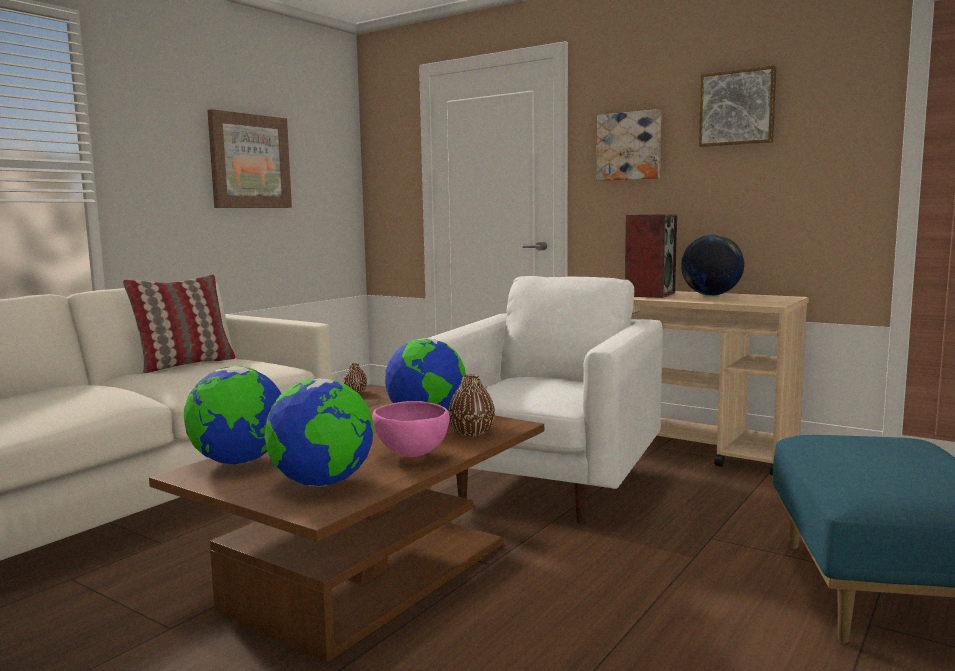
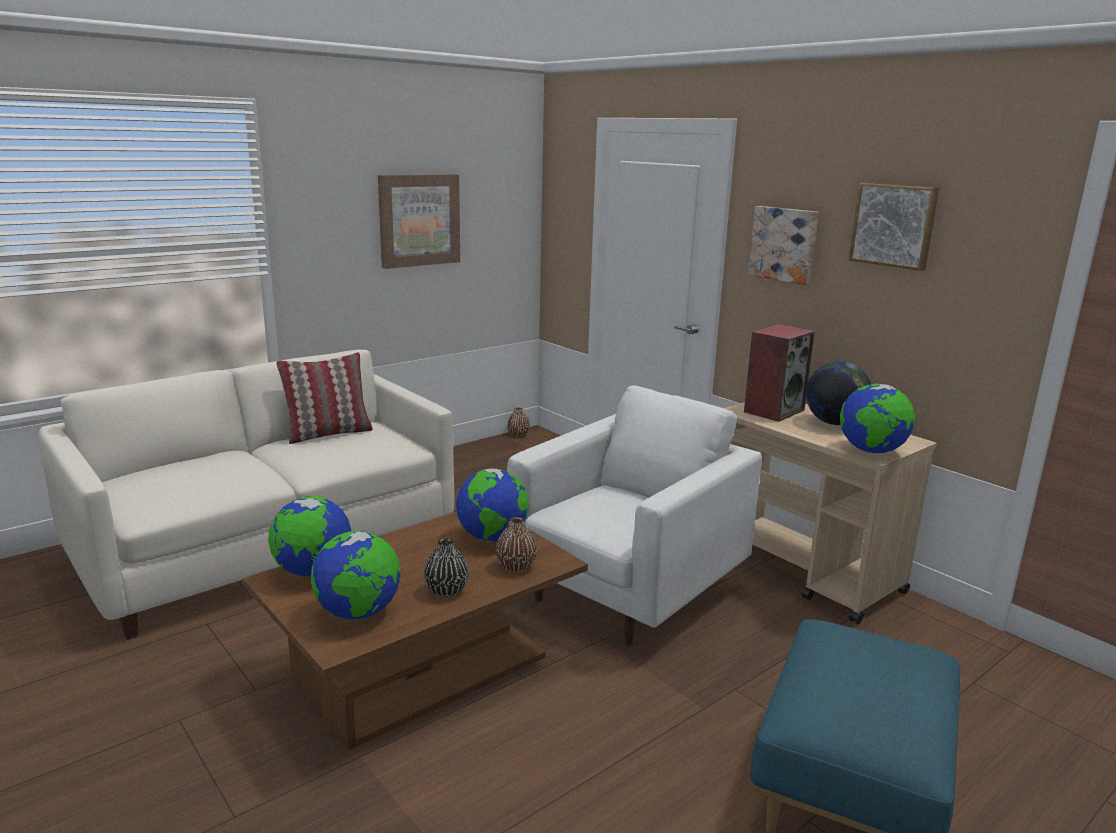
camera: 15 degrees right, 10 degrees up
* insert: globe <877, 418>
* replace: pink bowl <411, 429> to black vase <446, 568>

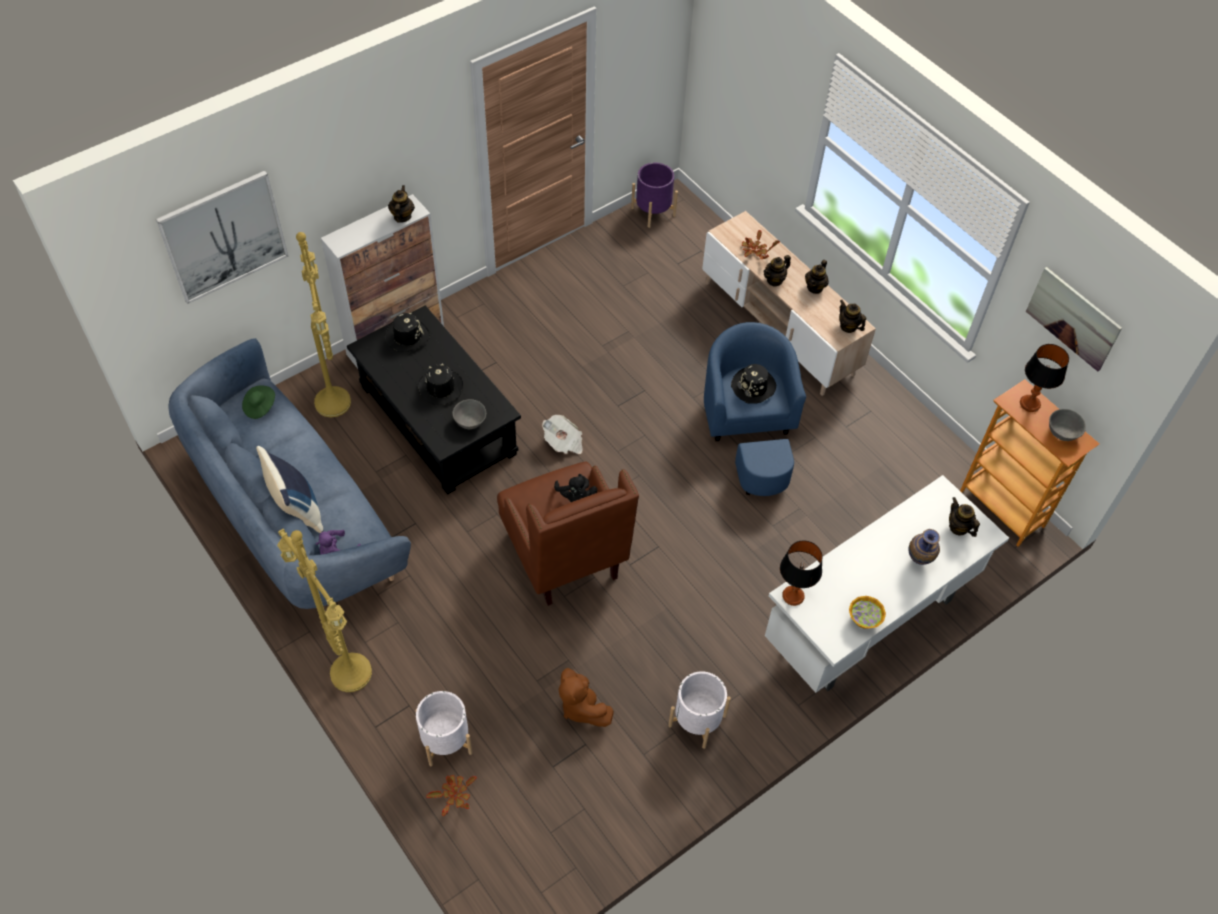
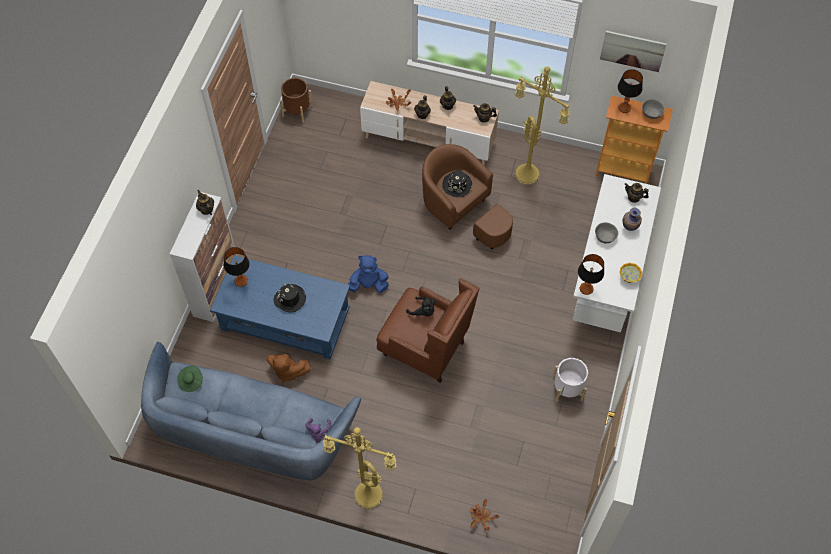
camera: 35 degrees left, 5 degrees up
* delete: picture <222, 237>
* delete: blue pillow <290, 489>
* delete: white planter <443, 728>
* move: yellow floor lamp <323, 324> to <542, 125>
* move: grey bowl <469, 414> to <606, 233>
* move: brown plush toy <586, 697> to <289, 368>
* replace: black hat <407, 332> to table lamp <237, 267>
* replace: newspaper <562, 434> to blue plush toy <368, 274>
* recolor: black coffee table <434, 400> to blue coffee table <280, 307>
* recolor: purple planter <654, 195> to brown planter <296, 100>
* recolor: blue armchair <755, 409> to brown armchair <467, 196>

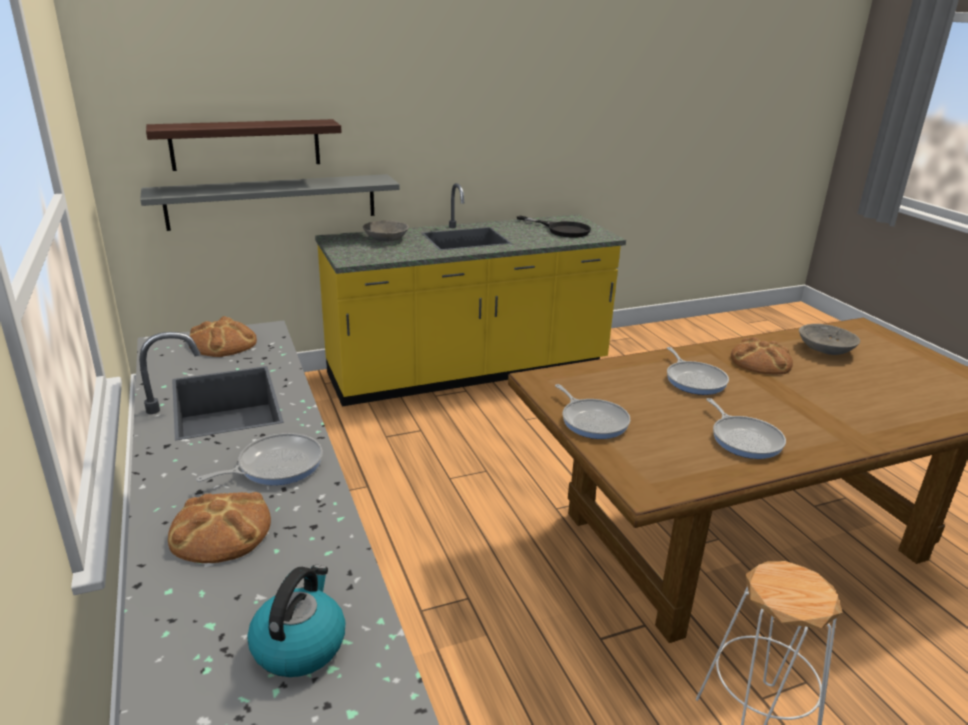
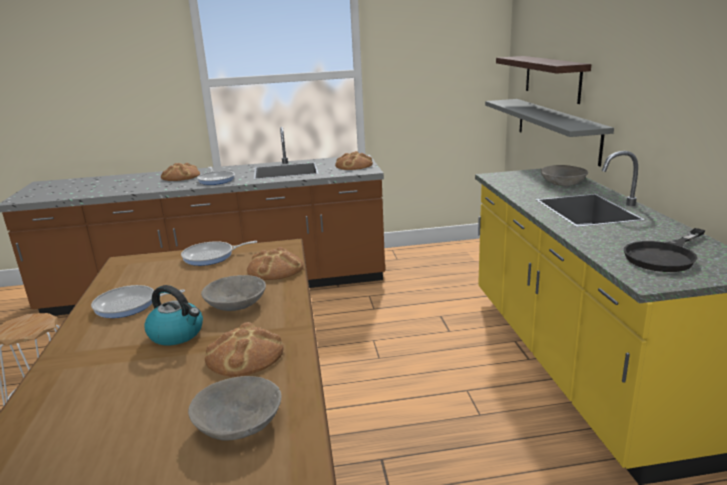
camera: 105 degrees right, 5 degrees down
* insert: bread <275, 263>
* move: kettle <296, 621> to <173, 315>
* replace: frying pan <698, 371> to grey bowl <233, 293>

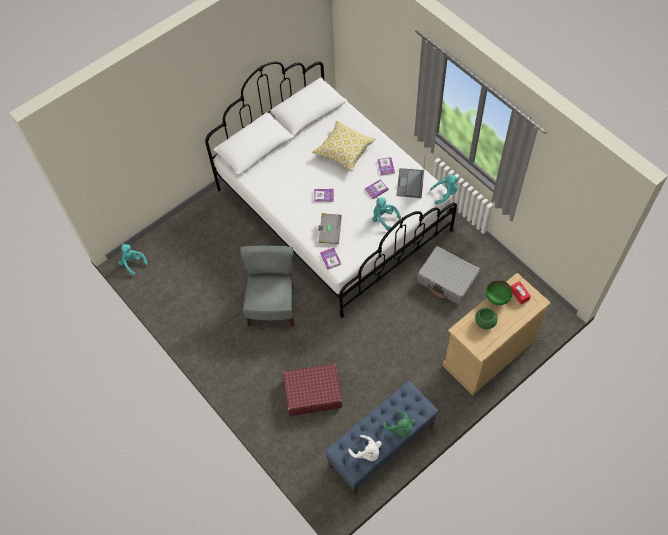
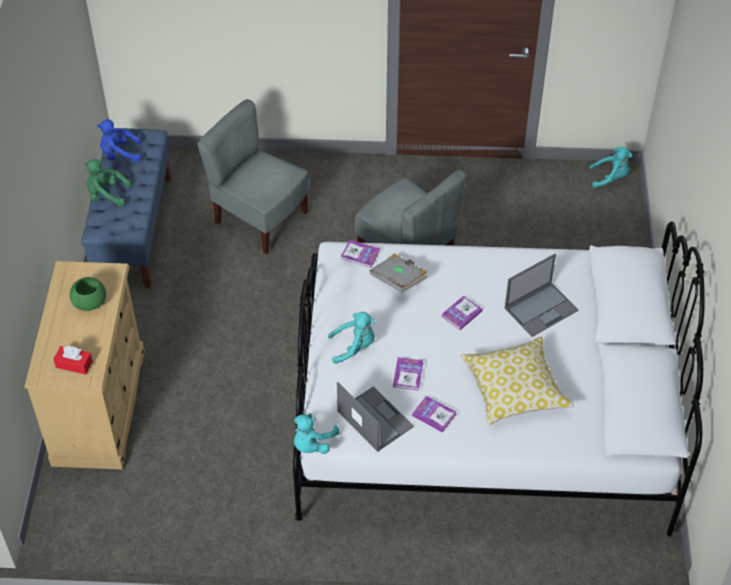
camera: 130 degrees right, 10 degrees down
* delete: grey suitcase <448, 275>
* delete: green bowl <499, 292>
* insert: laptop <541, 295>
* replace: red suitcase <312, 389> to grey chair <253, 176>
* recolor: white plush toy <365, 448> to blue plush toy <119, 140>

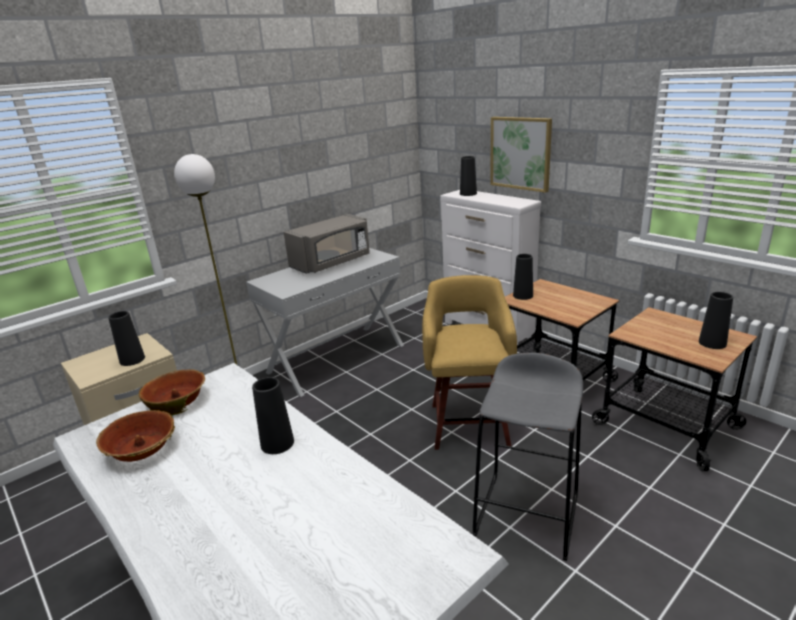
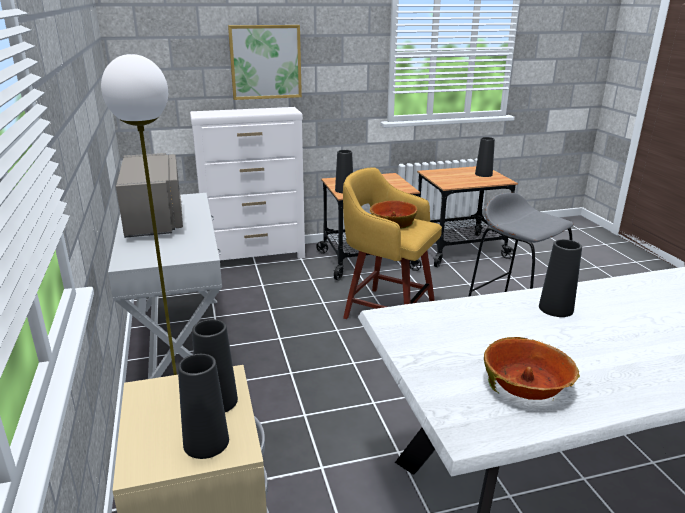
camera: 65 degrees left, 0 degrees up
* move: bowl <173, 392> to <394, 214>
* move: black vase <468, 176> to <203, 406>

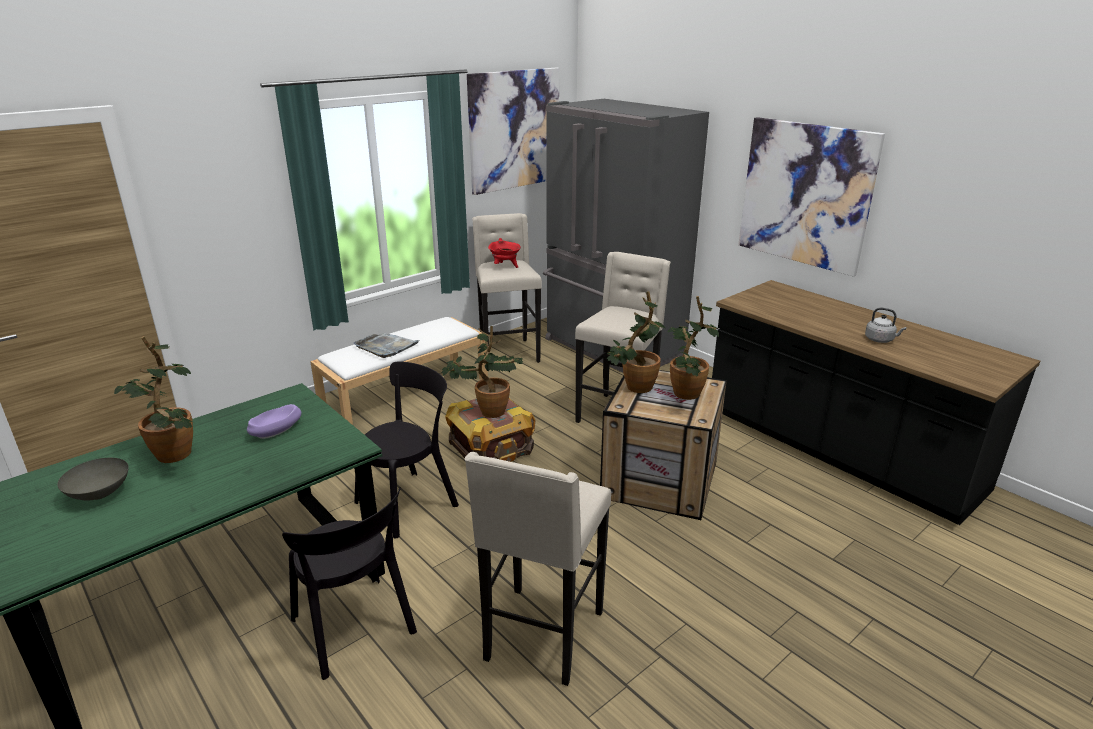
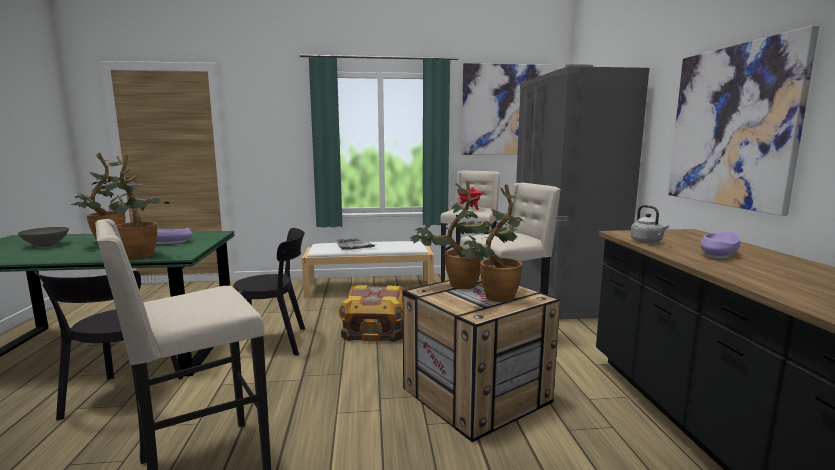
camera: 35 degrees right, 15 degrees down
* insert: purple bowl <720, 245>
* move: potted plant <482, 372> to <134, 207>
* move: grey kettle <886, 325> to <649, 224>

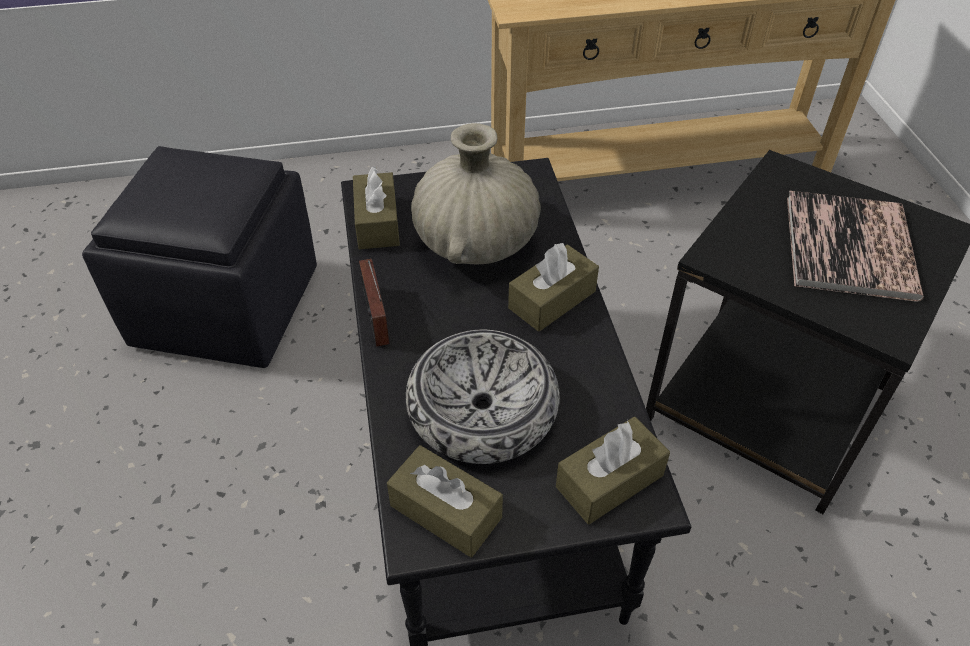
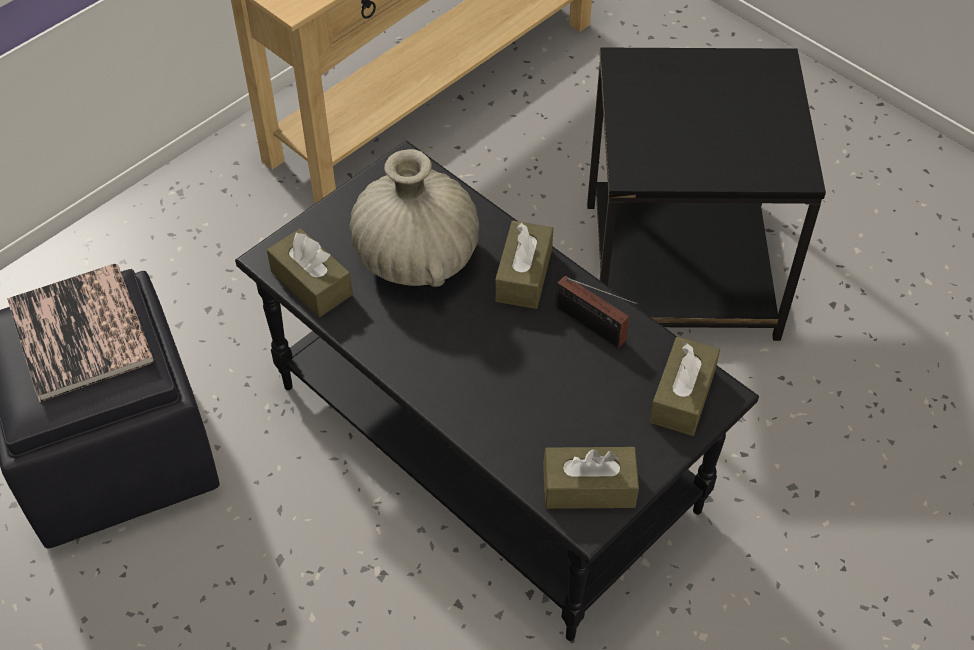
camera: 35 degrees left, 5 degrees up
* delete: bowl <483, 397>
* move: radio <374, 303> to <596, 312>
* move: book <855, 246> to <80, 333>

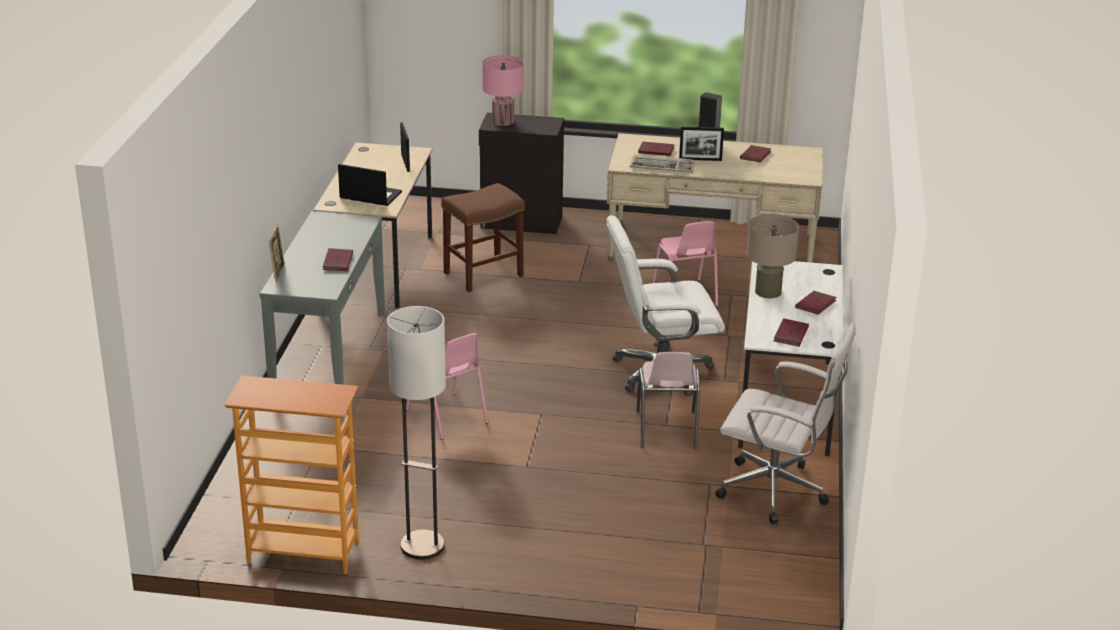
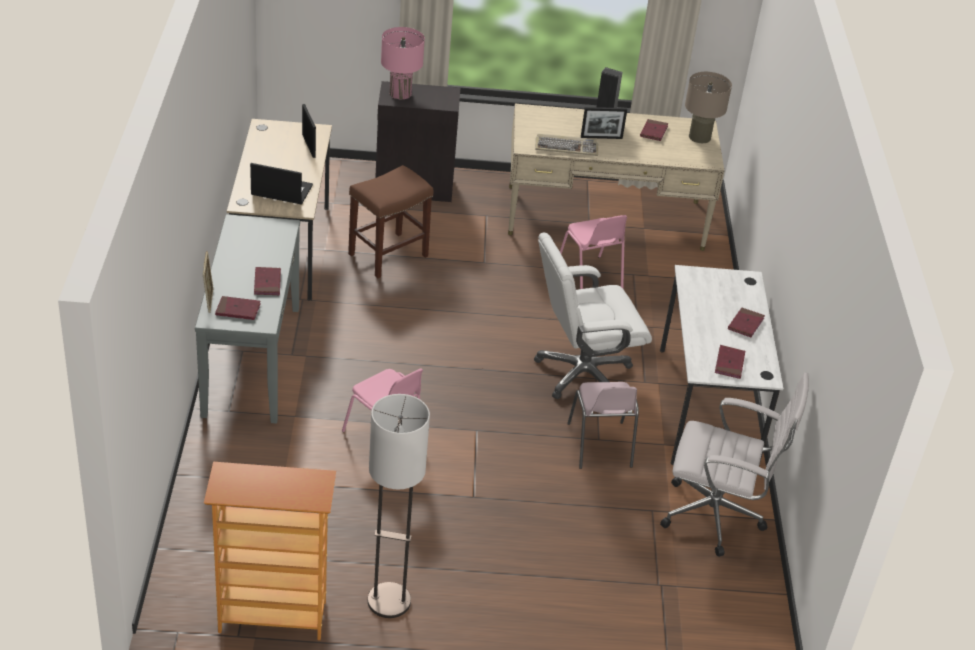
camera: 10 degrees left, 10 degrees up
* move: red book <656, 149> to <238, 308>
* move: beige table lamp <773, 256> to <708, 107>

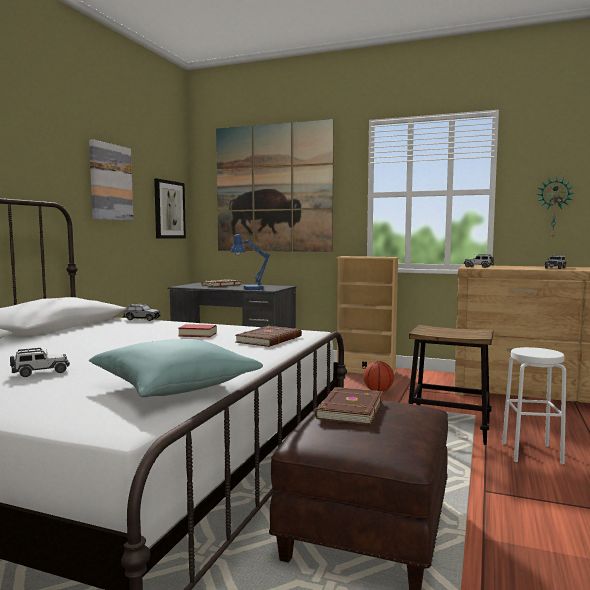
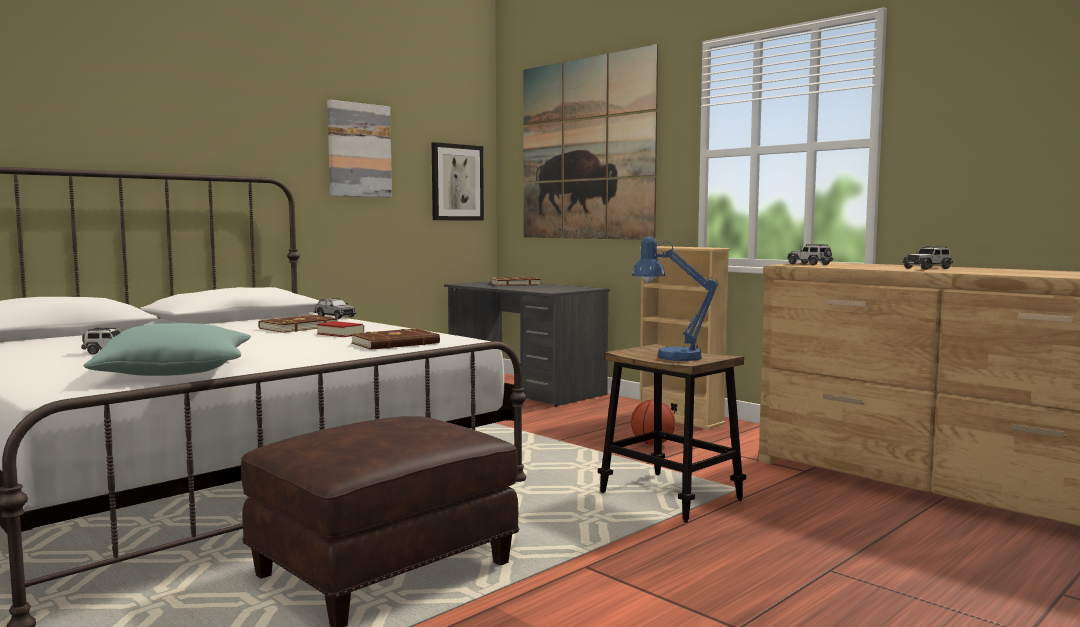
camera: 25 degrees right, 0 degrees up
* delete: white stool <534, 406>
* delete: wall clock <555, 207>
* move: blue table lamp <250, 262> to <675, 298>
* move: brown book <349, 406> to <298, 324>

